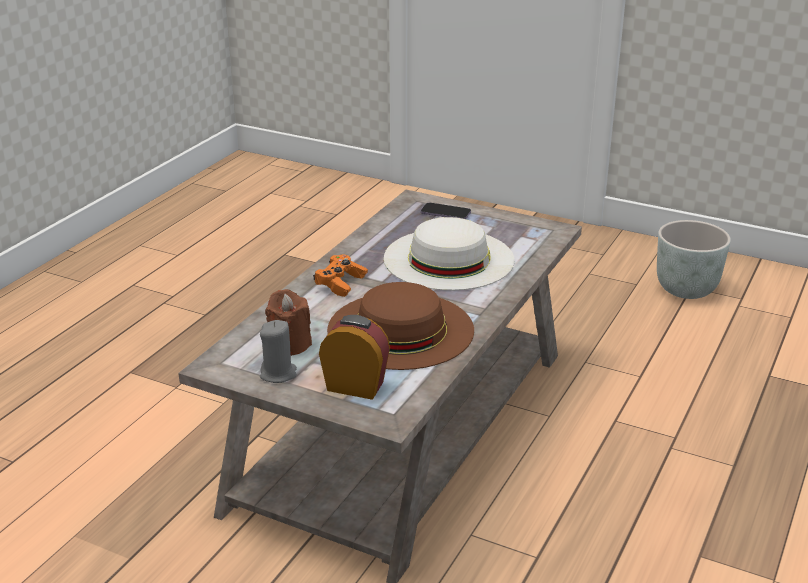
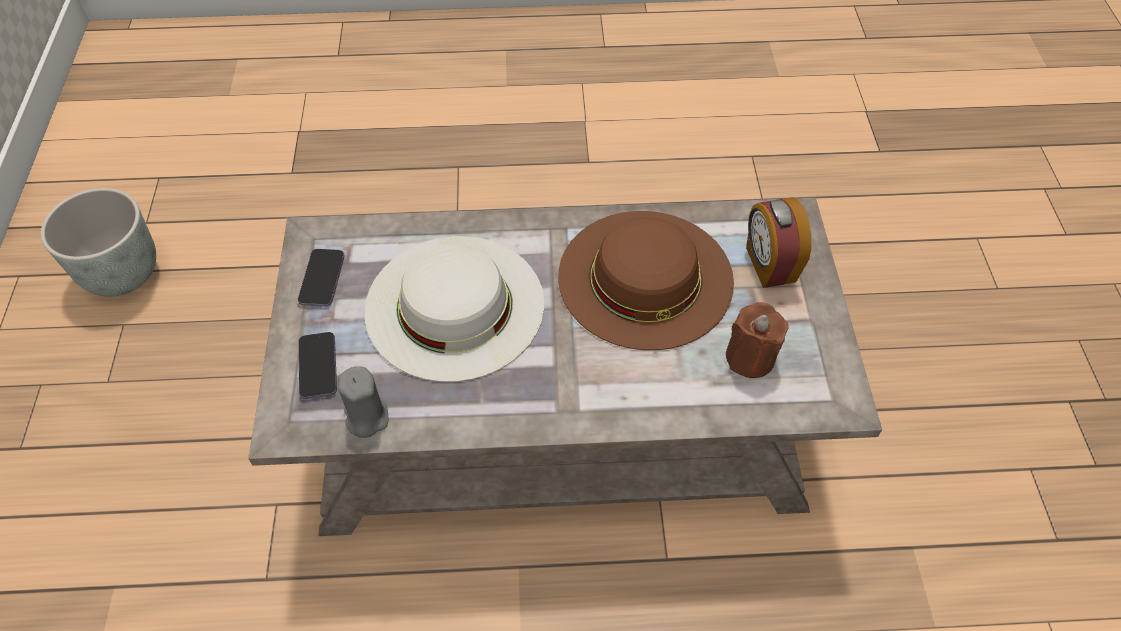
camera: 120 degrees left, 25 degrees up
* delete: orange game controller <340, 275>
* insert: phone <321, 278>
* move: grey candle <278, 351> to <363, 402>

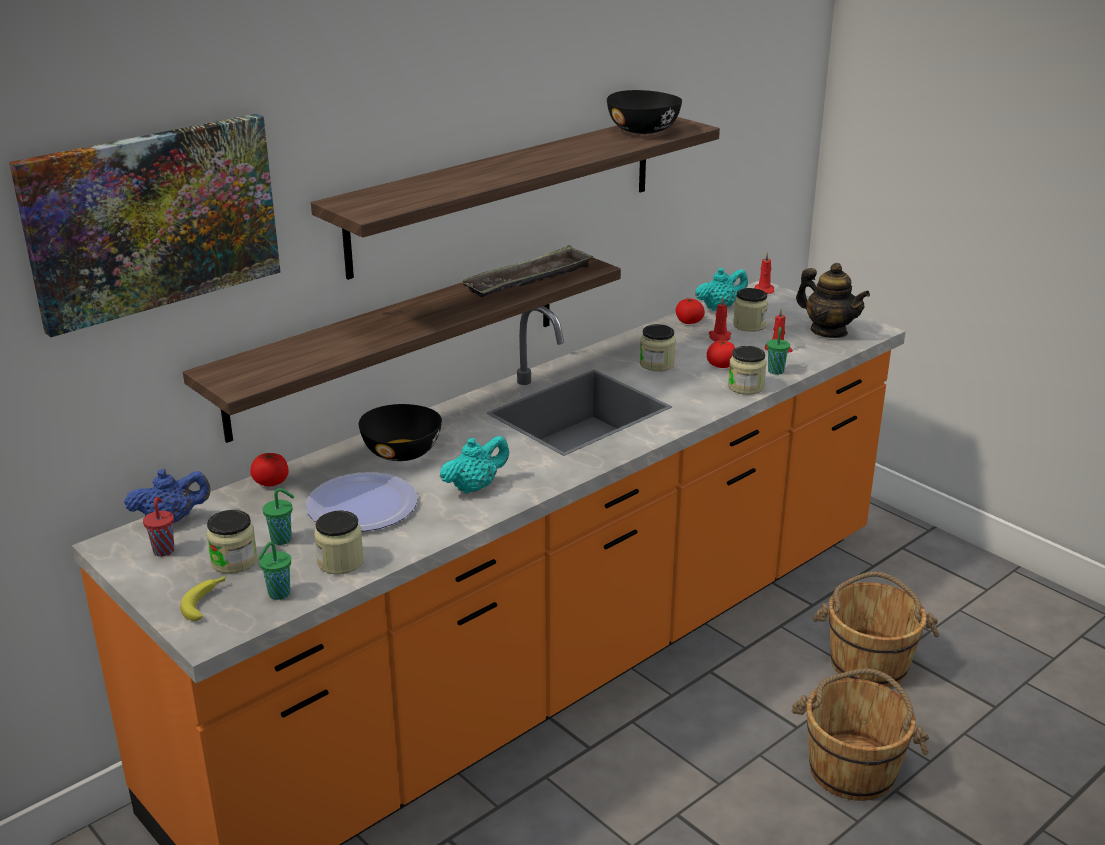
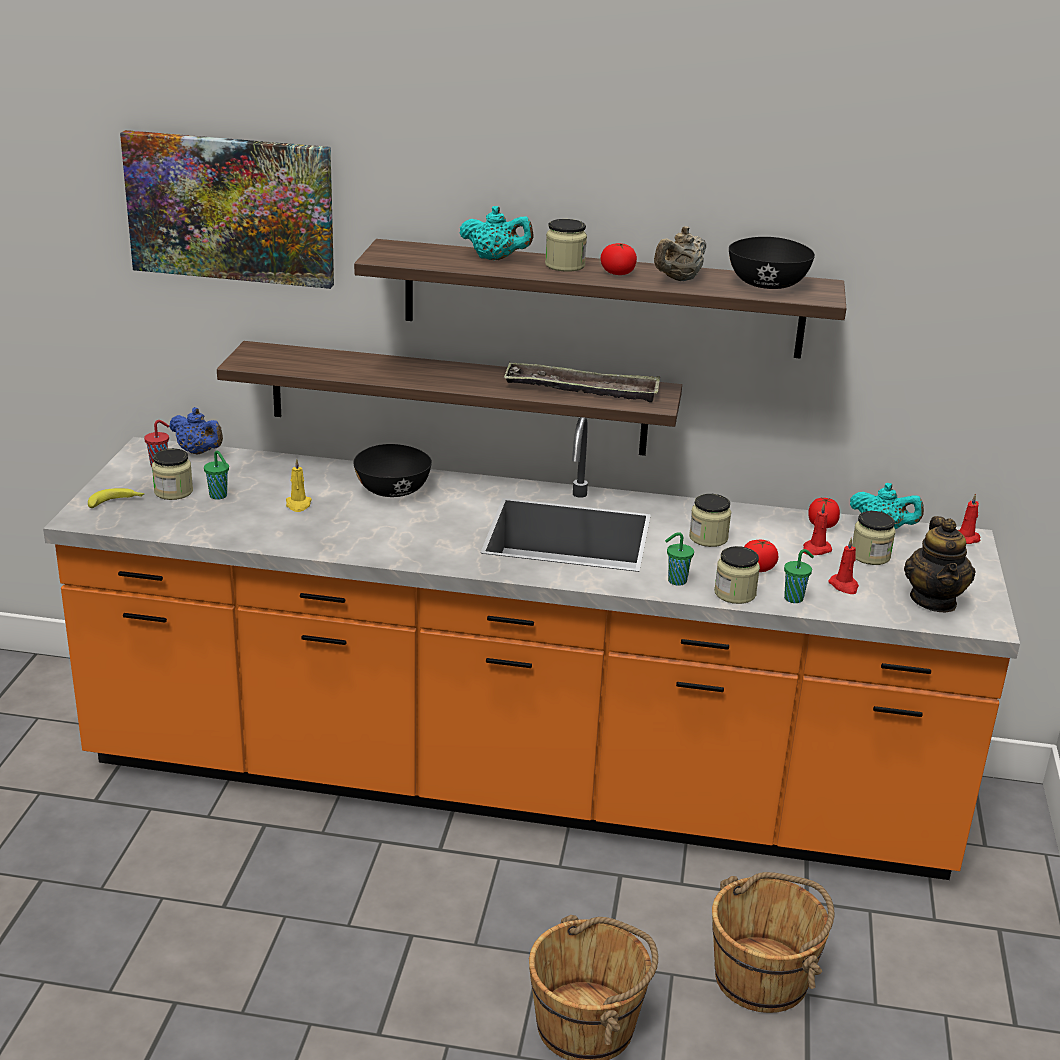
camera: 50 degrees right, 0 degrees up
* insert: beige teapot <680, 253>
* move: tomato <269, 469> to <619, 259>
* move: green cup <274, 571> to <679, 559>
* move: jar <339, 543> to <566, 245>
* move: turquoise teapot <474, 465> to <496, 233>
* replace: plate <362, 501> to yellow candle <299, 485>

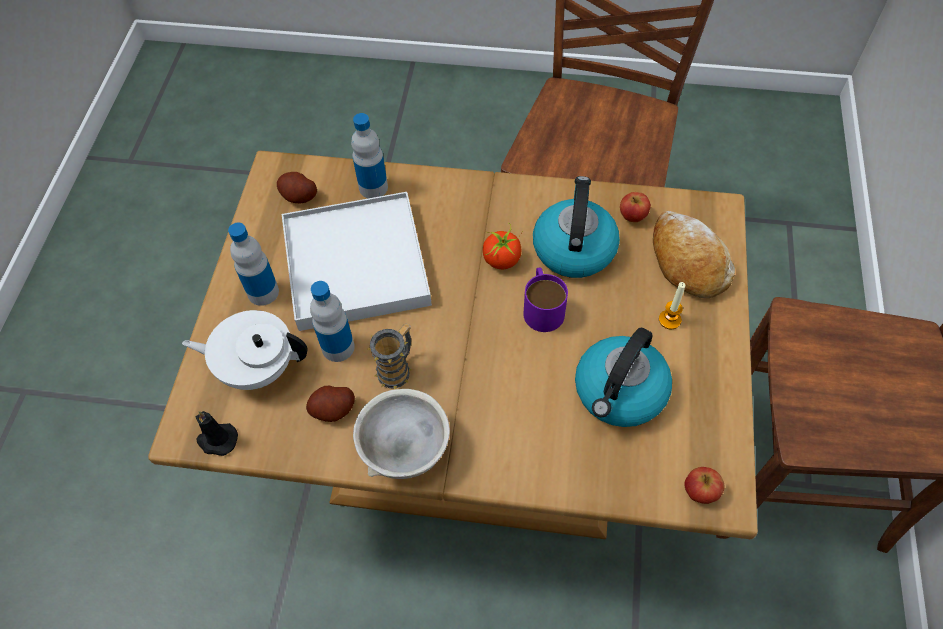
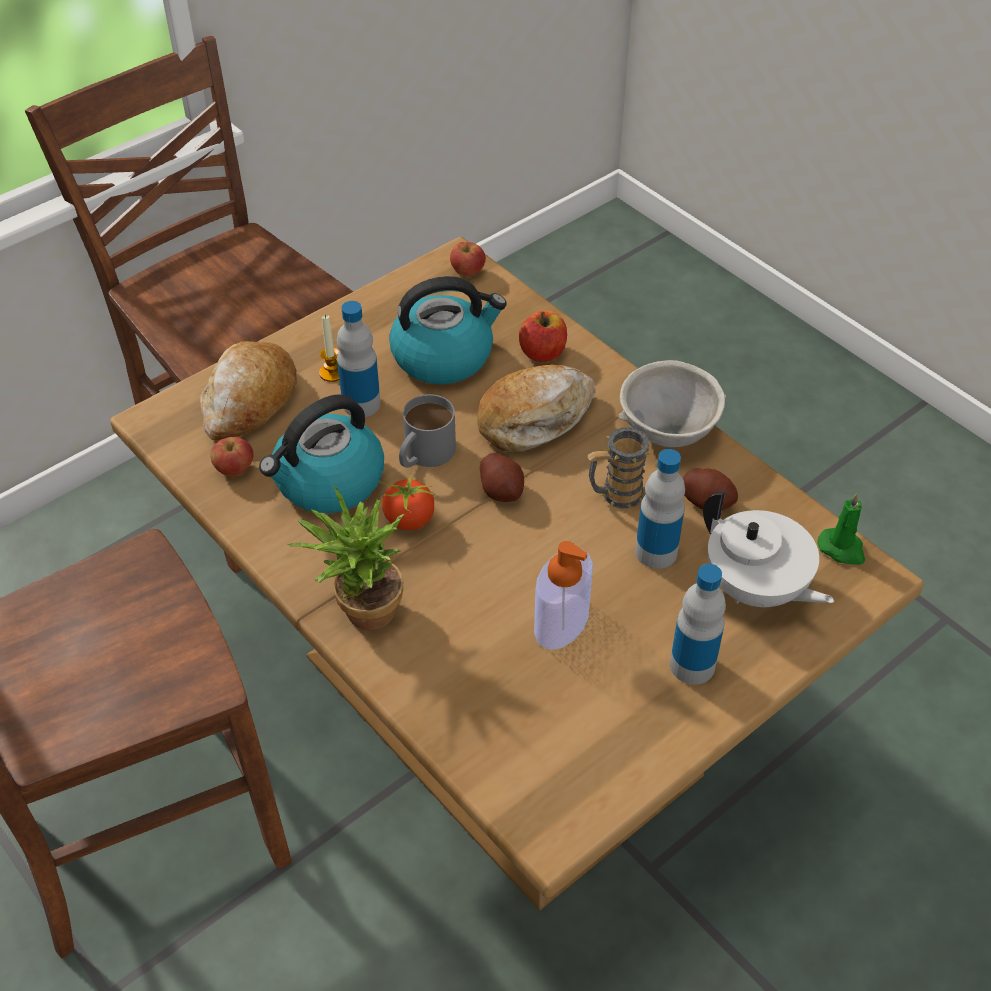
camera: 140 degrees left, 10 degrees down
* insert: potted plant <346, 557>
* insert: bread <536, 408>
* insert: apple <543, 336>
* move: potato <297, 187> to <502, 477>
* move: bottle <369, 155> to <359, 359>
* replace: white tray <357, 261> to soap dispenser <563, 595>
* recolor: black candle <217, 433> to green candle <841, 529>
* recolor: purple mug <545, 299> to grey mug <427, 431>

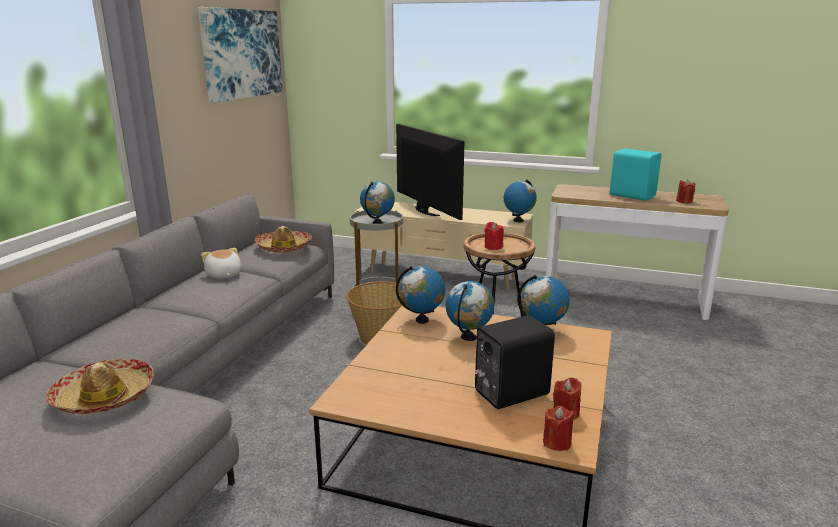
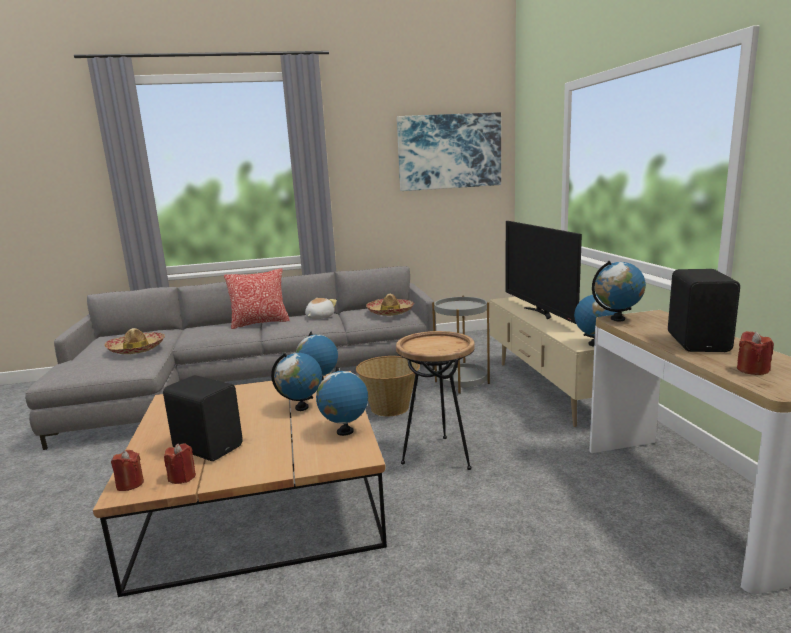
camera: 60 degrees right, 5 degrees down
* delete: red candle <494, 236>
* insert: pillow <257, 298>
* move: globe <377, 202> to <619, 291>
* recolor: turquoise speaker <635, 174> to black speaker <704, 310>
* rotate: television <430, 172> = <544, 272> 135 degrees clockwise

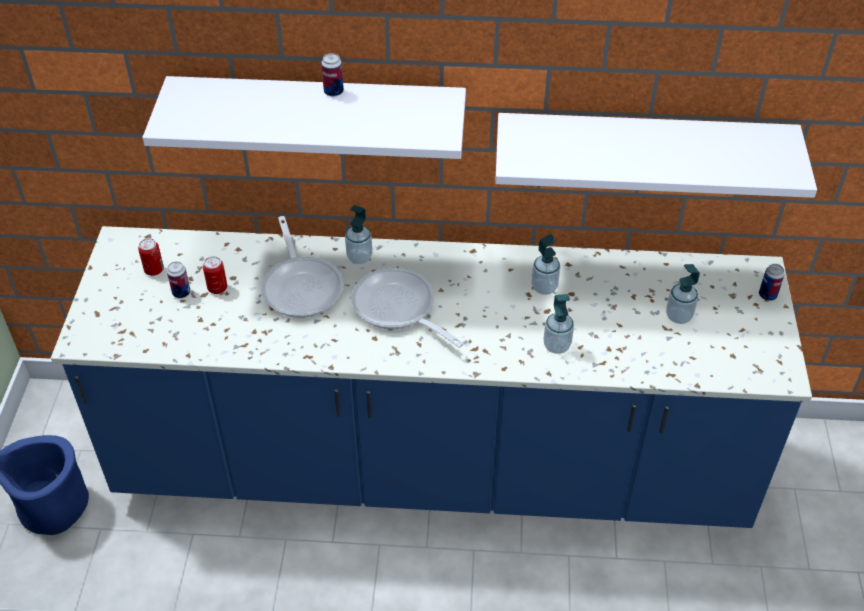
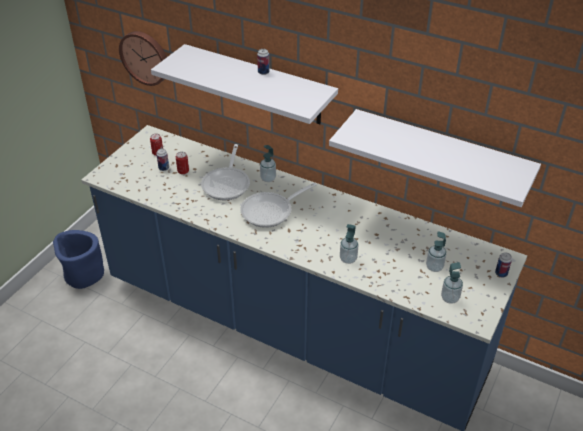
camera: 25 degrees right, 5 degrees down
* insert: wall clock <143, 58>
* move: soap dispenser <546, 264> to <452, 283>
* rotate: frying pan <407, 307> = <278, 205> 105 degrees counterclockwise

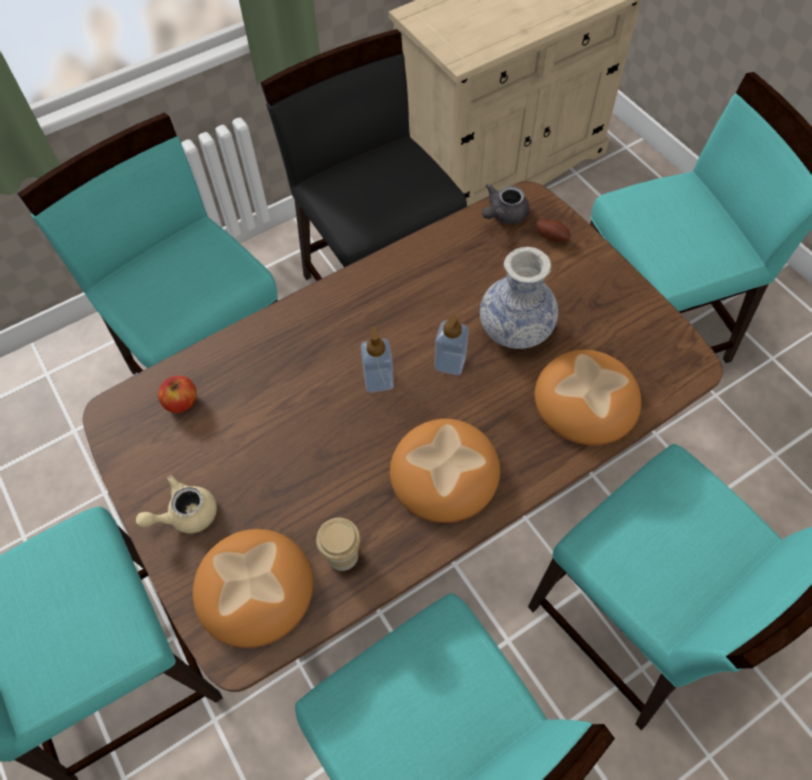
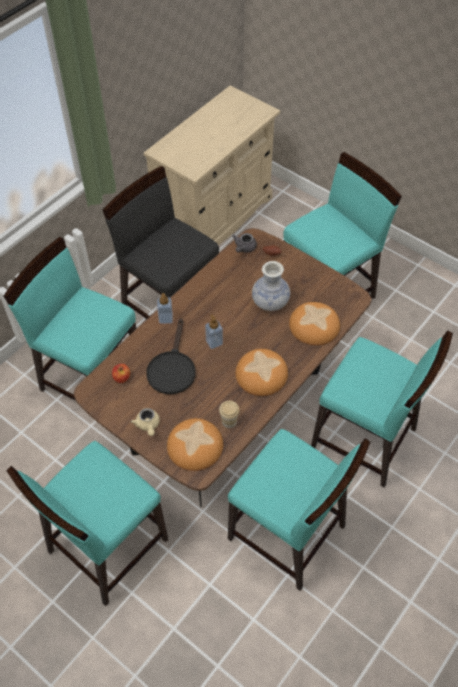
camera: 20 degrees left, 5 degrees down
* insert: black frying pan <171, 356>
* move: soap dispenser <452, 344> to <165, 308>
* rotate: beige teapot <176, 504> = <145, 422> 60 degrees counterclockwise

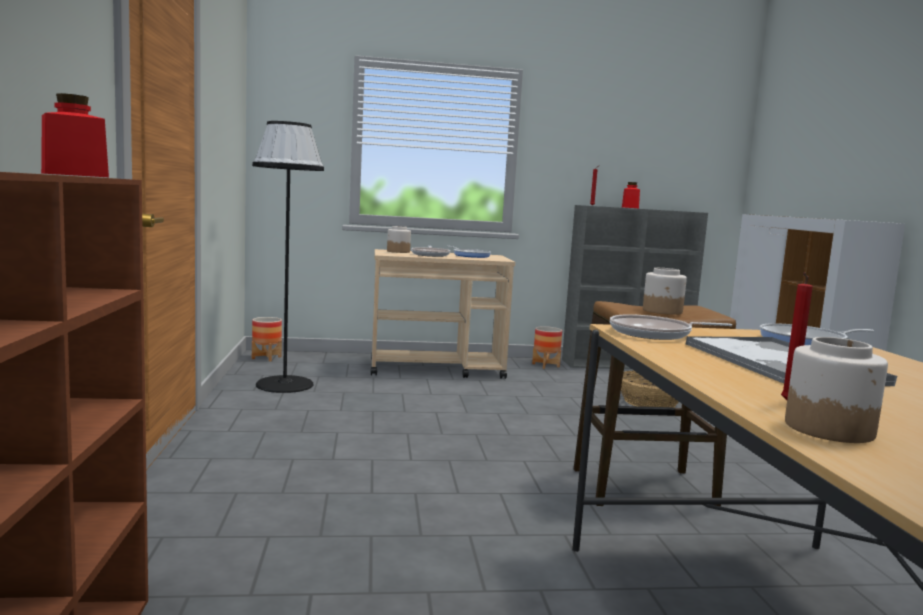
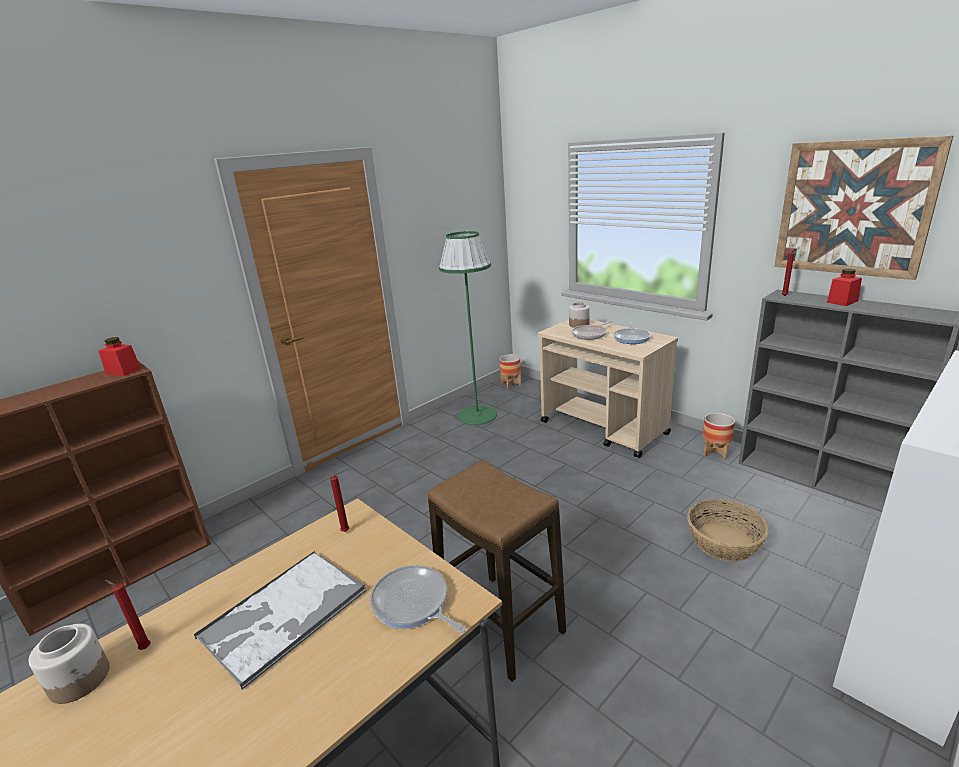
camera: 55 degrees right, 15 degrees up
* delete: jar <665, 291>
* insert: picture <864, 207>
* replace: frying pan <671, 327> to red candle <339, 503>
* recolor: black floor lamp <288, 257> to green floor lamp <468, 328>

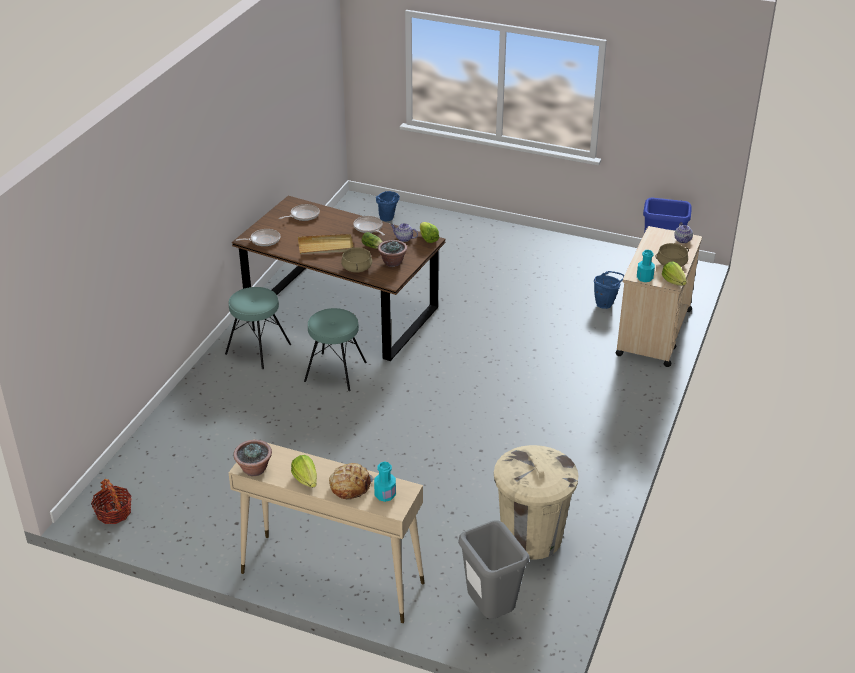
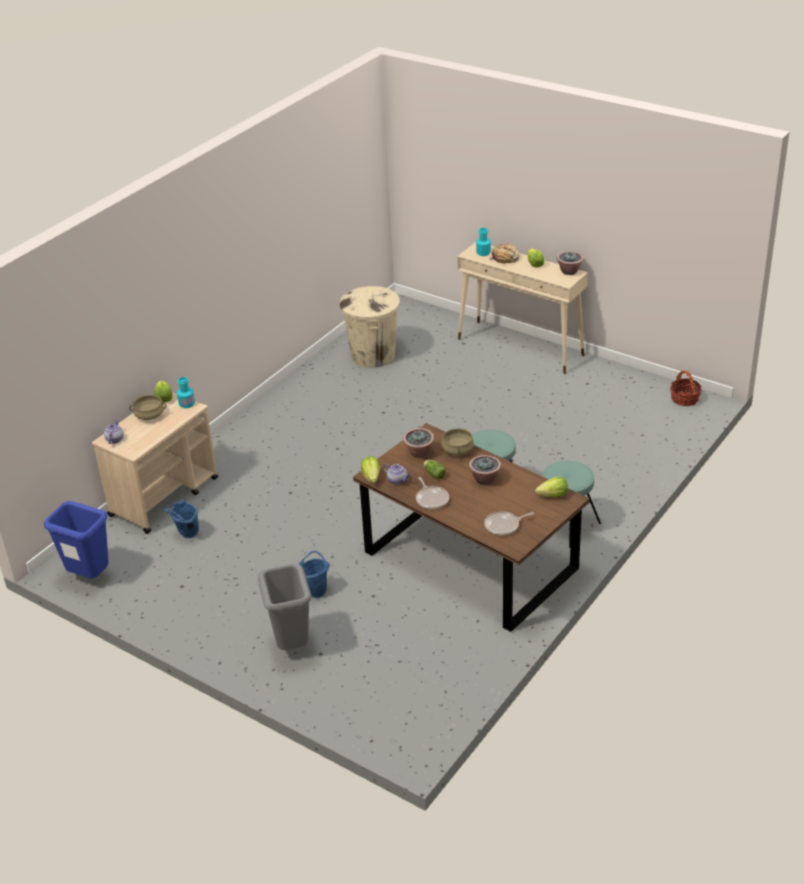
camera: 165 degrees left, 0 degrees up
* move: blue bucket <388, 206> to <314, 574>
* move: grey trash can <494, 569> to <285, 607>
* replace: frying pan <258, 237> to lettuce <551, 487>
* replace: beige tray <326, 244> to potted plant <485, 470>

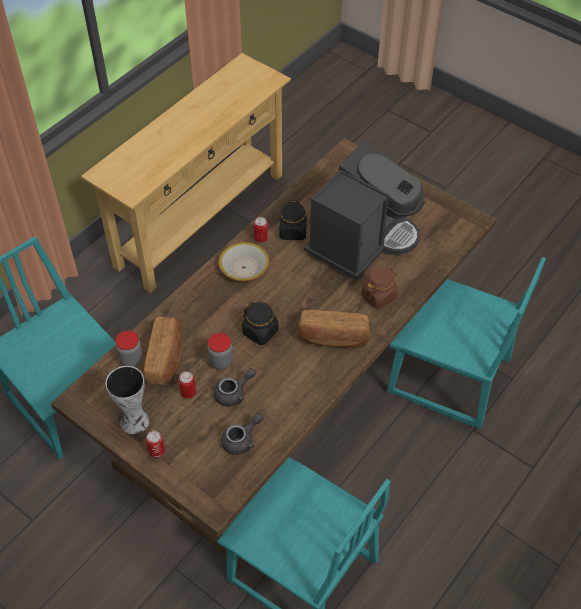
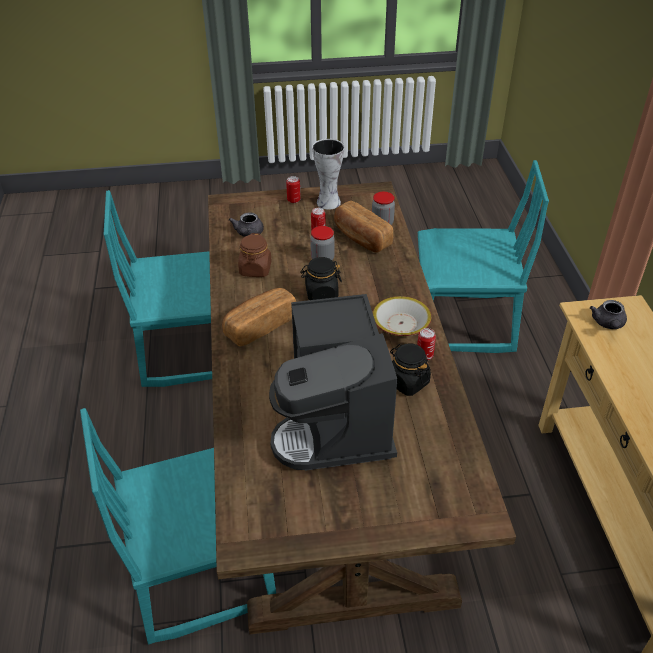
camera: 135 degrees right, 10 degrees down
* move: grey teapot <235, 387> to <608, 314>
* move: brown jar <379, 288> to <255, 255>

